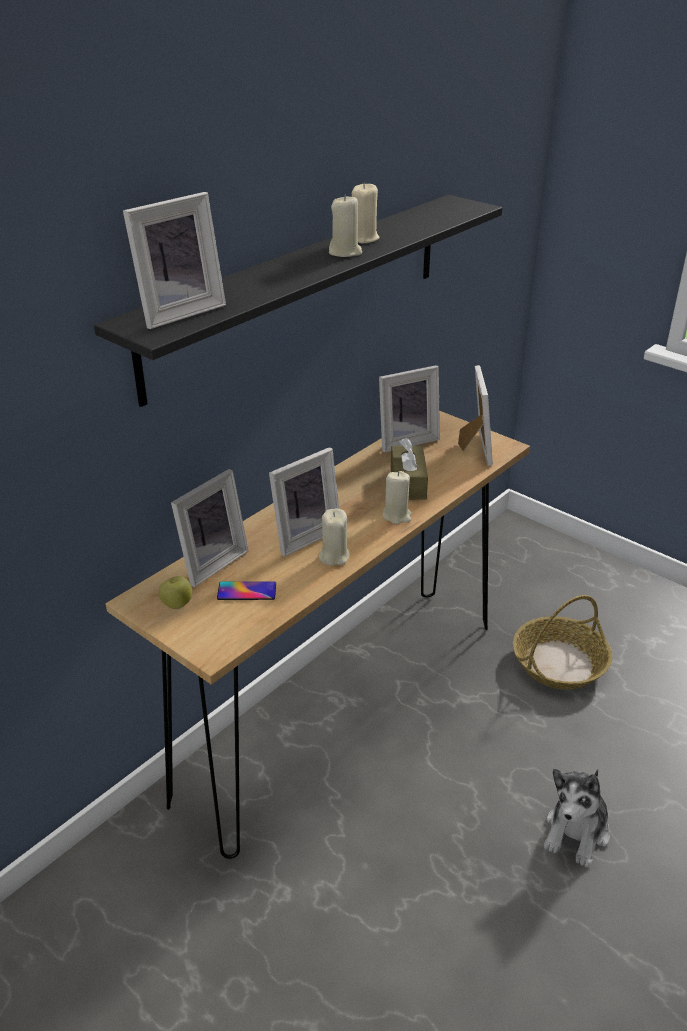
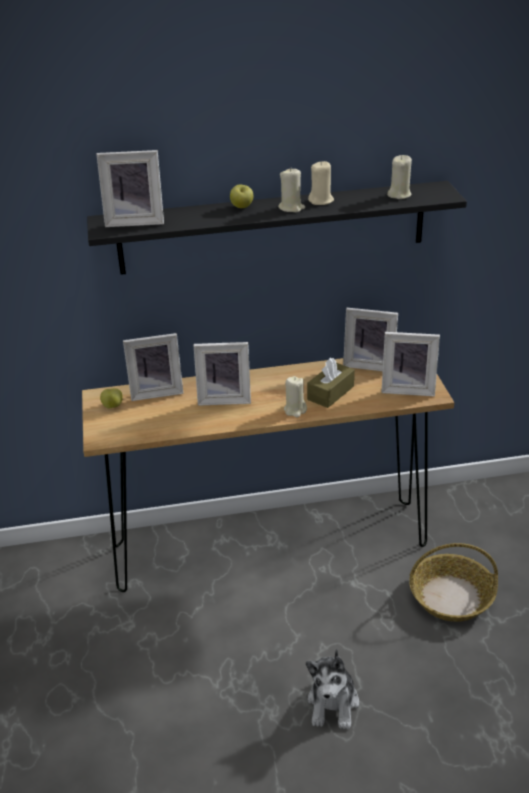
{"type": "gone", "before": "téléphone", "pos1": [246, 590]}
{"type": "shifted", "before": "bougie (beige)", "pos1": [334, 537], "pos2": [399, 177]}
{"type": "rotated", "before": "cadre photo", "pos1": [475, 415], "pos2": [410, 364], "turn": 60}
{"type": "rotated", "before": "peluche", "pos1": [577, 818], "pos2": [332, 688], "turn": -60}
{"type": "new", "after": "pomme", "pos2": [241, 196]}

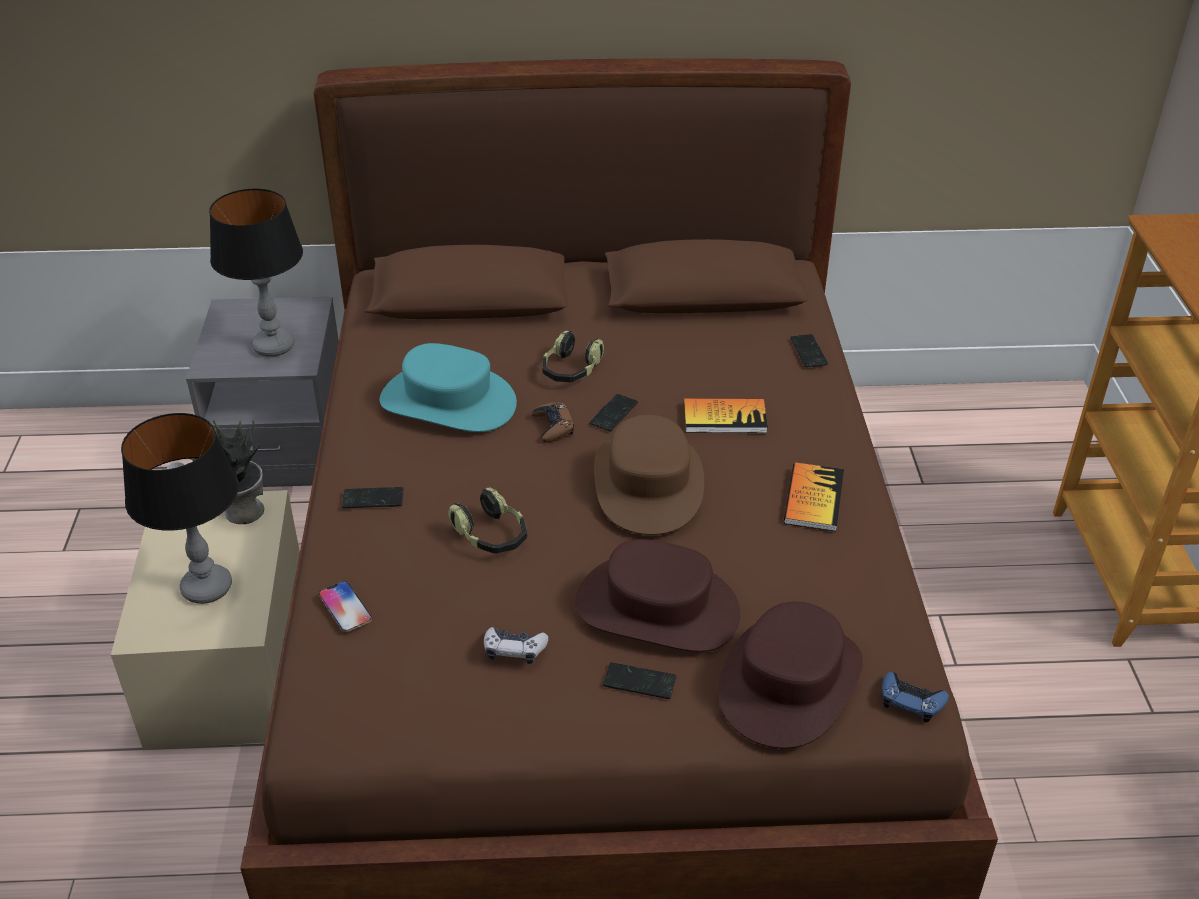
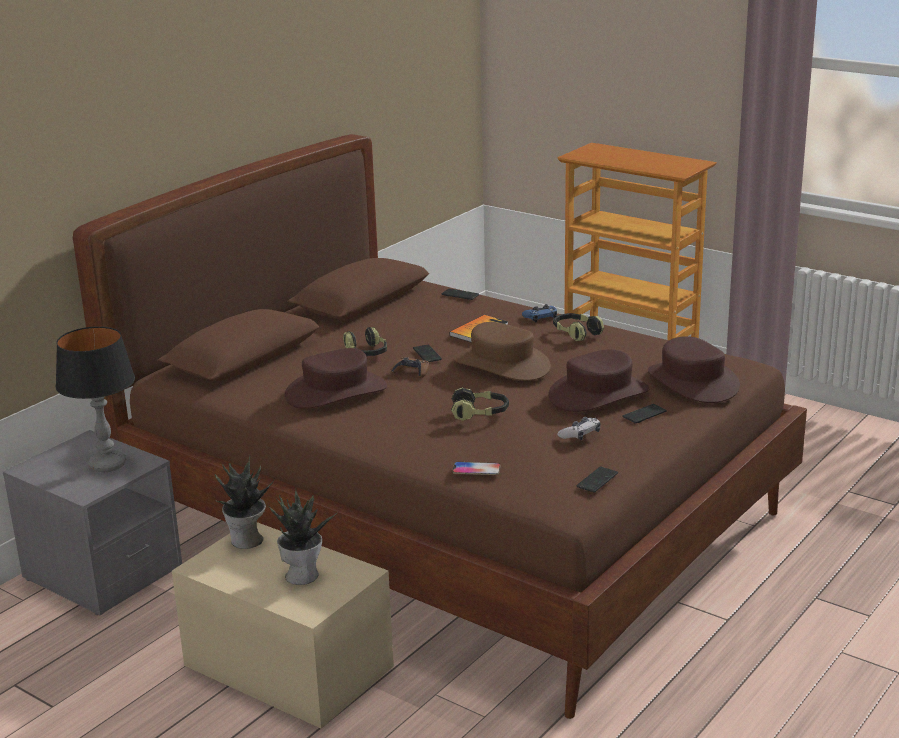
{"type": "swapped", "before": "lampe de table", "after": "plante en pot", "pos1": [180, 508], "pos2": [304, 537]}
{"type": "shifted", "before": "téléphone", "pos1": [373, 497], "pos2": [597, 479]}
{"type": "repainted", "before": "chapeau (turquoise)", "after": "chapeau (marron)", "pos1": [448, 387], "pos2": [336, 378]}
{"type": "swapped", "before": "livre", "after": "casque audio", "pos1": [814, 496], "pos2": [578, 327]}
{"type": "shifted", "before": "manette (bleu)", "pos1": [915, 697], "pos2": [539, 313]}

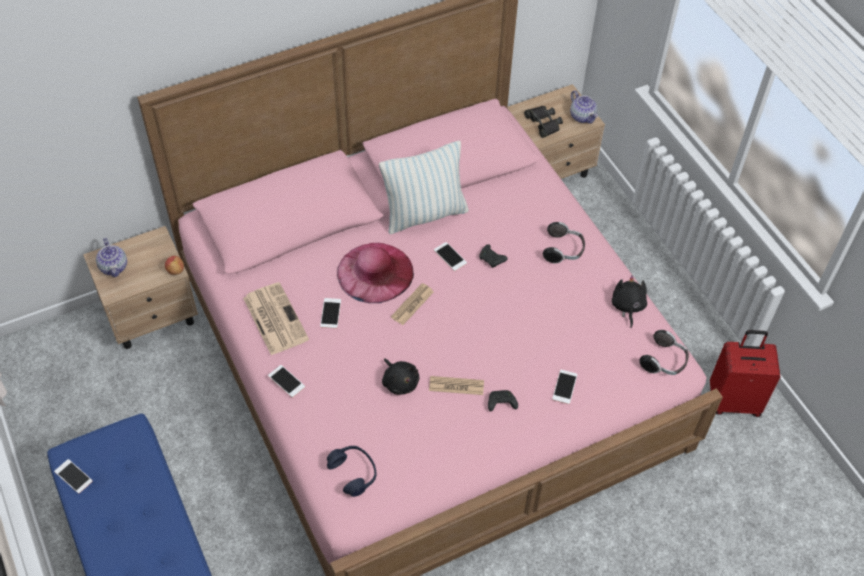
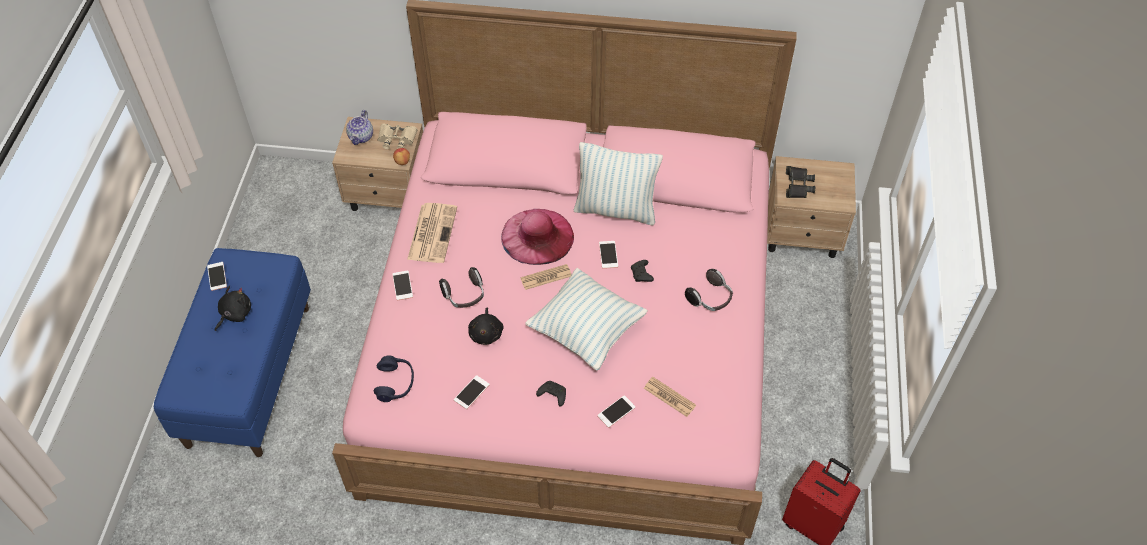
{"type": "shifted", "before": "téléphone", "pos1": [330, 313], "pos2": [472, 392]}
{"type": "shifted", "before": "journal", "pos1": [456, 385], "pos2": [670, 397]}
{"type": "gone", "before": "théière", "pos1": [584, 107]}
{"type": "shifted", "before": "peluche (noir)", "pos1": [629, 301], "pos2": [233, 308]}
{"type": "shifted", "before": "casque audio", "pos1": [664, 352], "pos2": [461, 287]}
{"type": "new", "after": "jumelles (beige)", "pos2": [398, 136]}
{"type": "new", "after": "coussin", "pos2": [586, 319]}

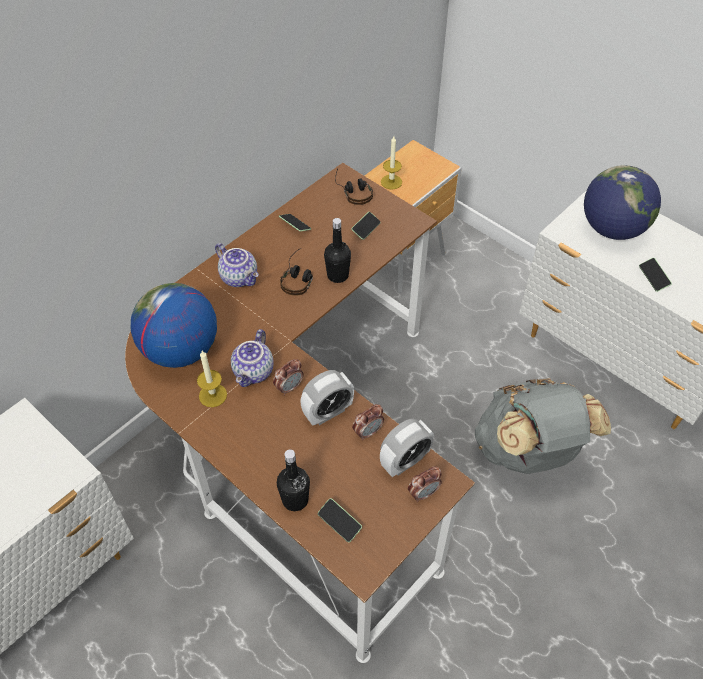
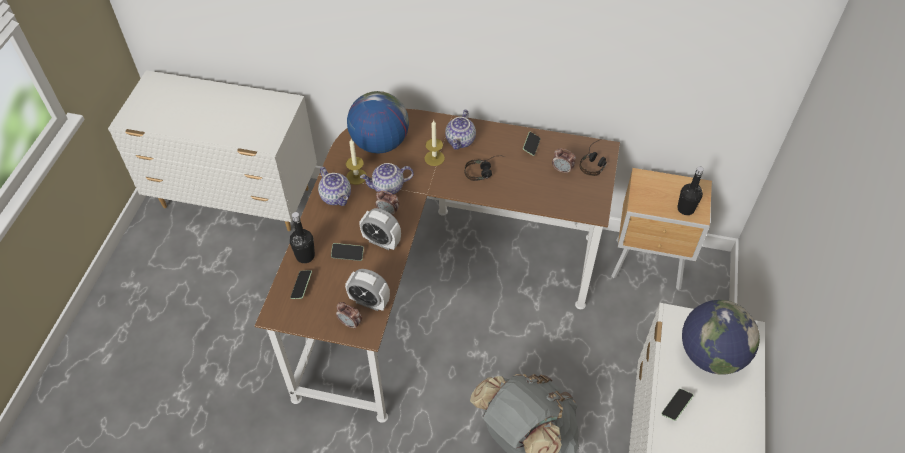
{"type": "shifted", "before": "bouteille (noir)", "pos1": [337, 250], "pos2": [690, 190]}
{"type": "shifted", "before": "téléphone", "pos1": [366, 226], "pos2": [347, 252]}
{"type": "shifted", "before": "réveil", "pos1": [368, 422], "pos2": [564, 161]}
{"type": "shifted", "before": "bougie", "pos1": [391, 162], "pos2": [434, 143]}
{"type": "new", "after": "théière", "pos2": [334, 186]}

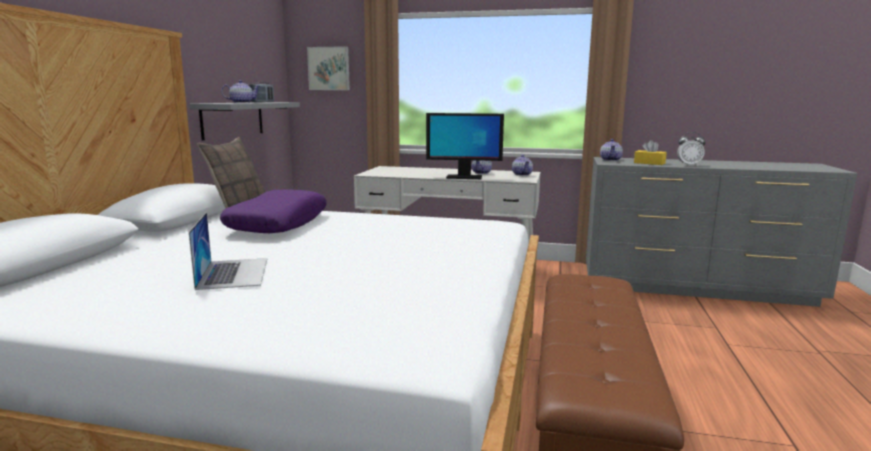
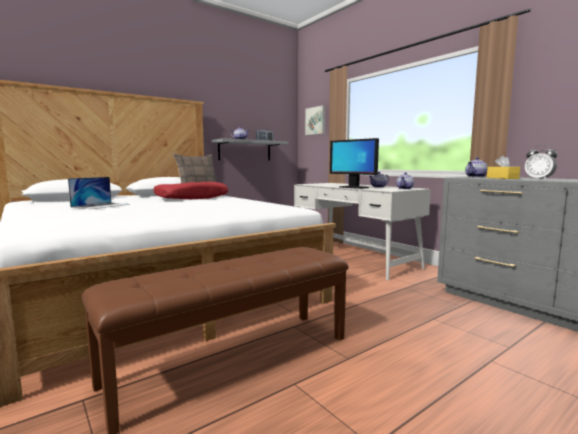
{"type": "repainted", "before": "coussin (violet)", "after": "coussin (rouge)", "pos1": [273, 211], "pos2": [190, 190]}

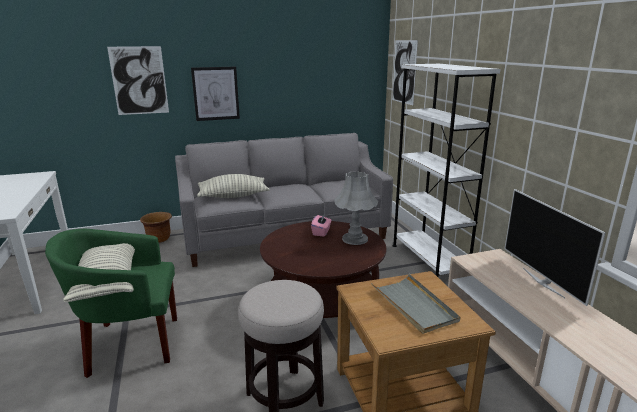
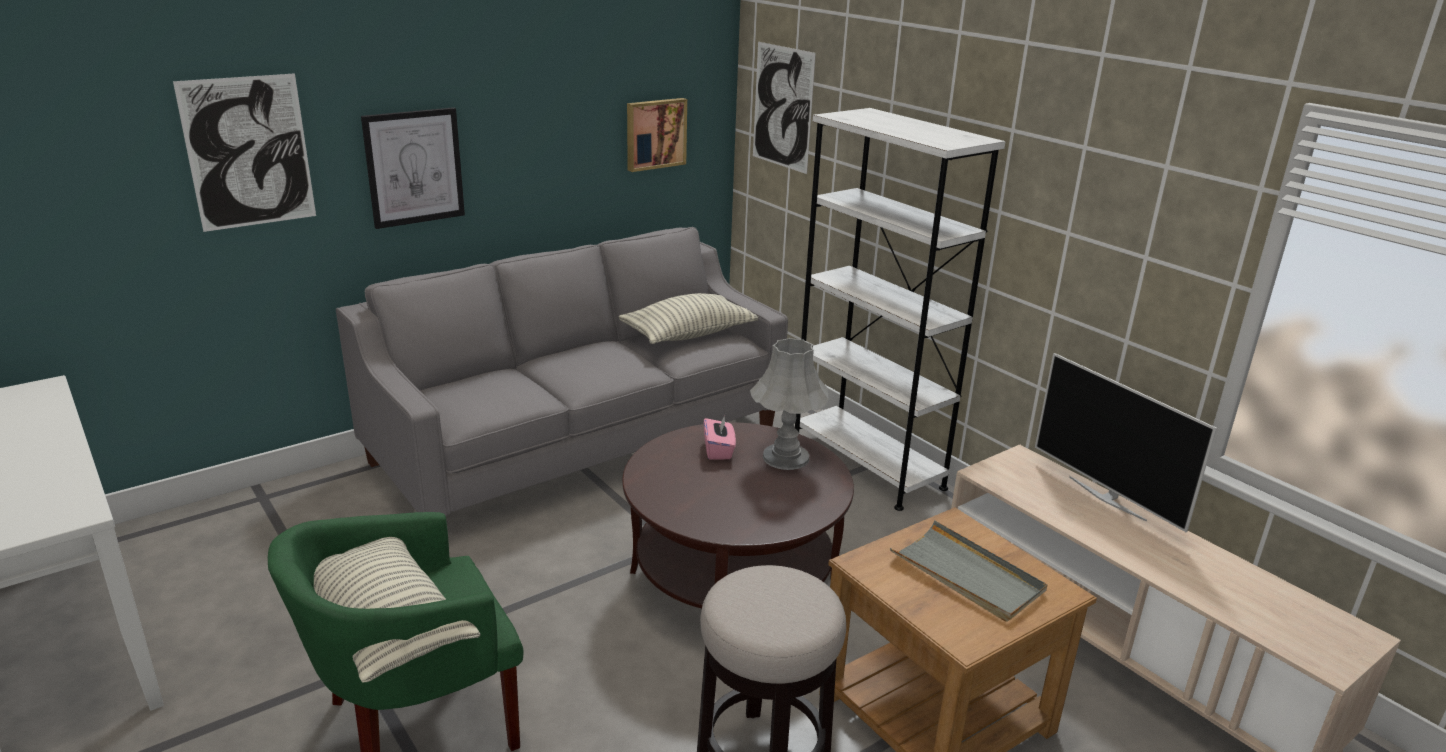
{"type": "gone", "before": "cache-pot (marron)", "pos1": [156, 227]}
{"type": "shifted", "before": "coussin", "pos1": [233, 186], "pos2": [688, 318]}
{"type": "new", "after": "tableau", "pos2": [657, 135]}

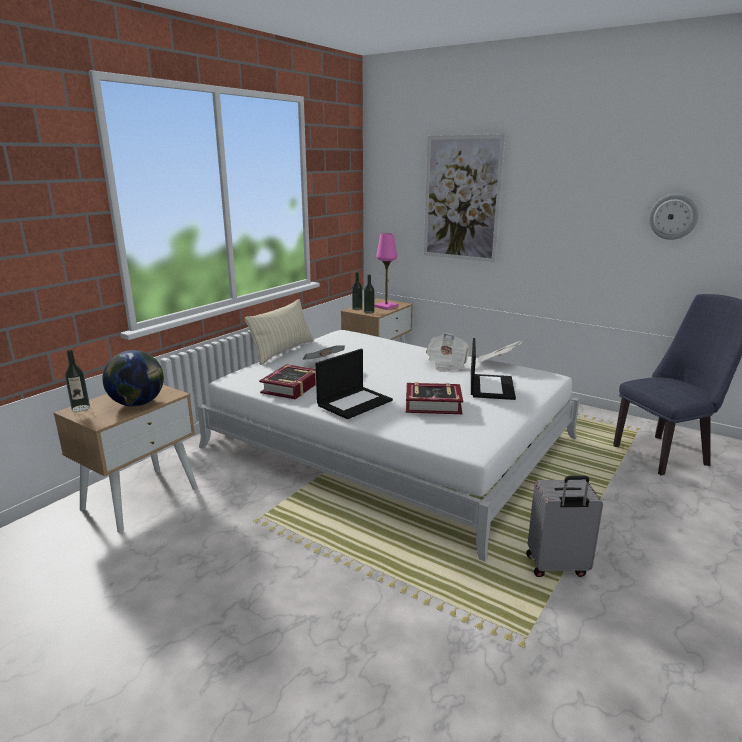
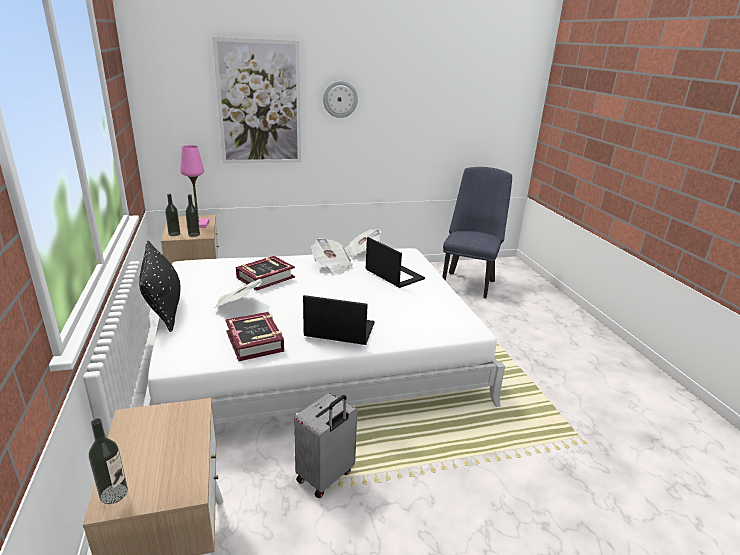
{"type": "gone", "before": "globe", "pos1": [133, 378]}
{"type": "repainted", "before": "coussin (beige)", "after": "coussin (noir)", "pos1": [279, 332], "pos2": [160, 286]}
{"type": "rotated", "before": "ordinateur portable", "pos1": [354, 384], "pos2": [339, 320], "turn": -75}
{"type": "shifted", "before": "livre", "pos1": [434, 398], "pos2": [265, 273]}
{"type": "shifted", "before": "valise (gris)", "pos1": [564, 526], "pos2": [325, 446]}
{"type": "shifted", "before": "horloge murale", "pos1": [674, 217], "pos2": [340, 99]}

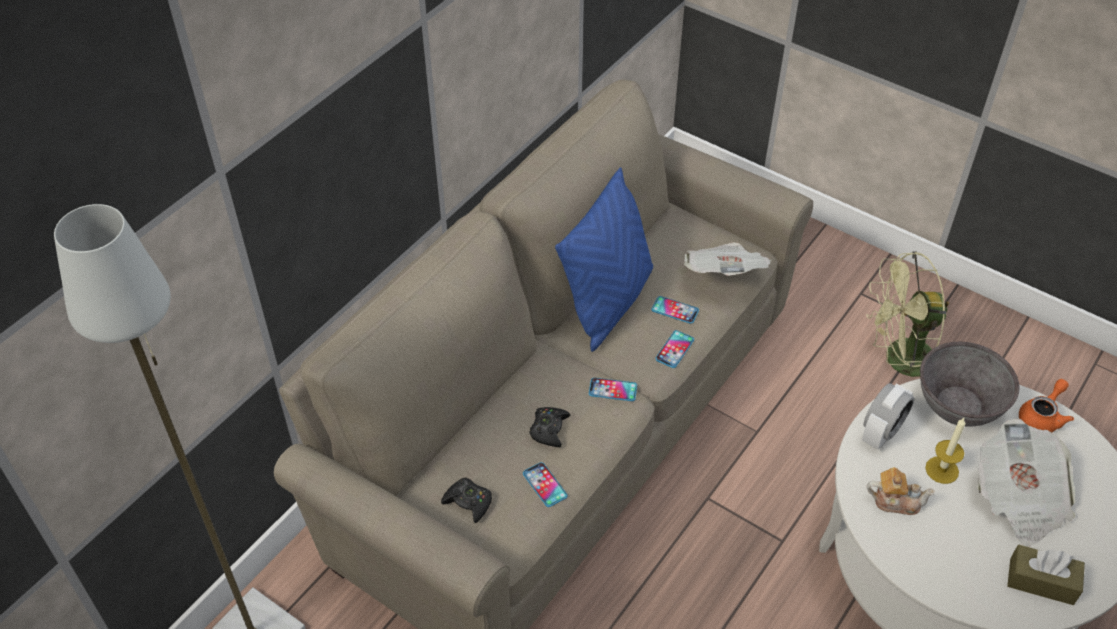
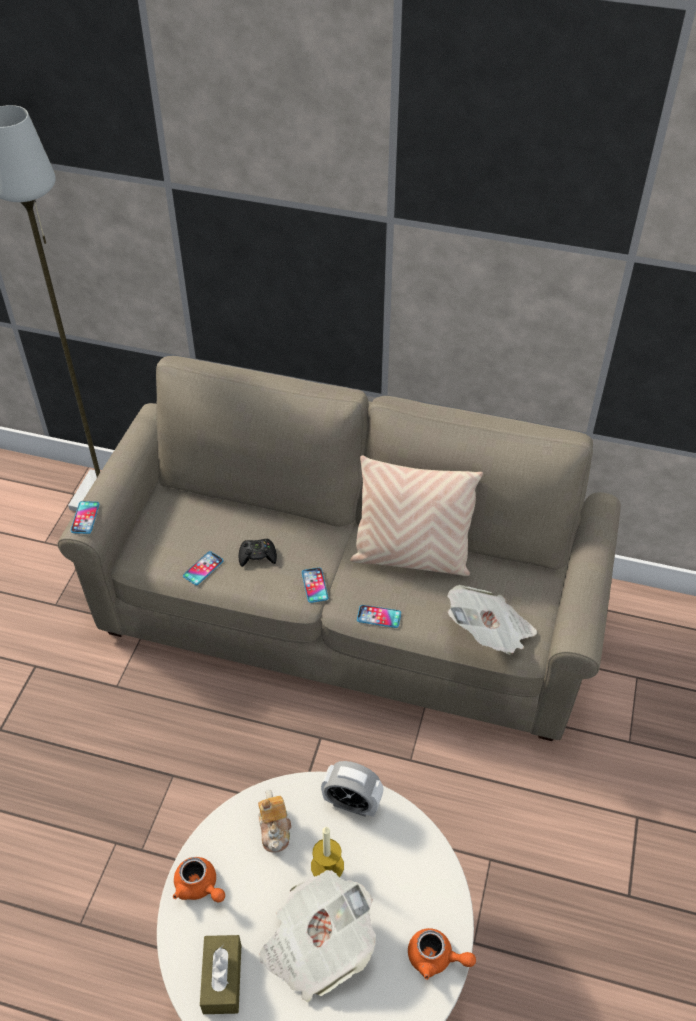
{"type": "gone", "before": "manette (noir)", "pos1": [466, 500]}
{"type": "repainted", "before": "coussin (bleu)", "after": "coussin (beige)", "pos1": [604, 260], "pos2": [416, 515]}
{"type": "shifted", "before": "téléphone", "pos1": [675, 310], "pos2": [85, 517]}
{"type": "gone", "before": "ventilateur (vert)", "pos1": [907, 314]}
{"type": "gone", "before": "bol (gris)", "pos1": [969, 384]}
{"type": "new", "after": "théière (orange)", "pos2": [199, 879]}

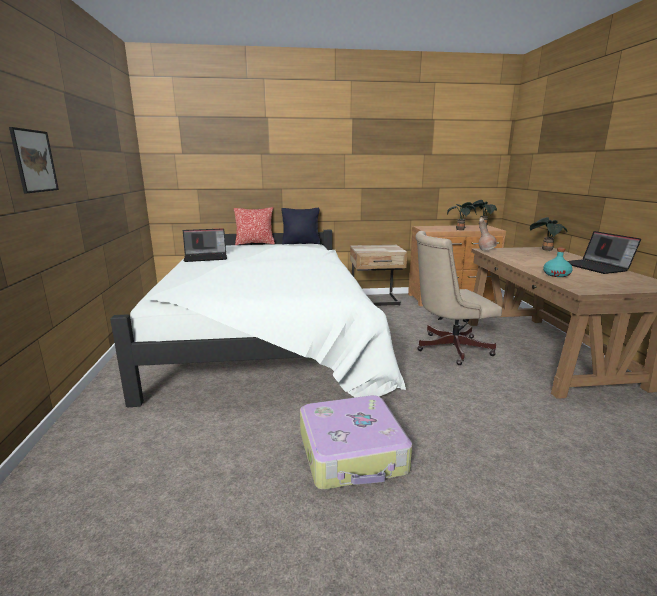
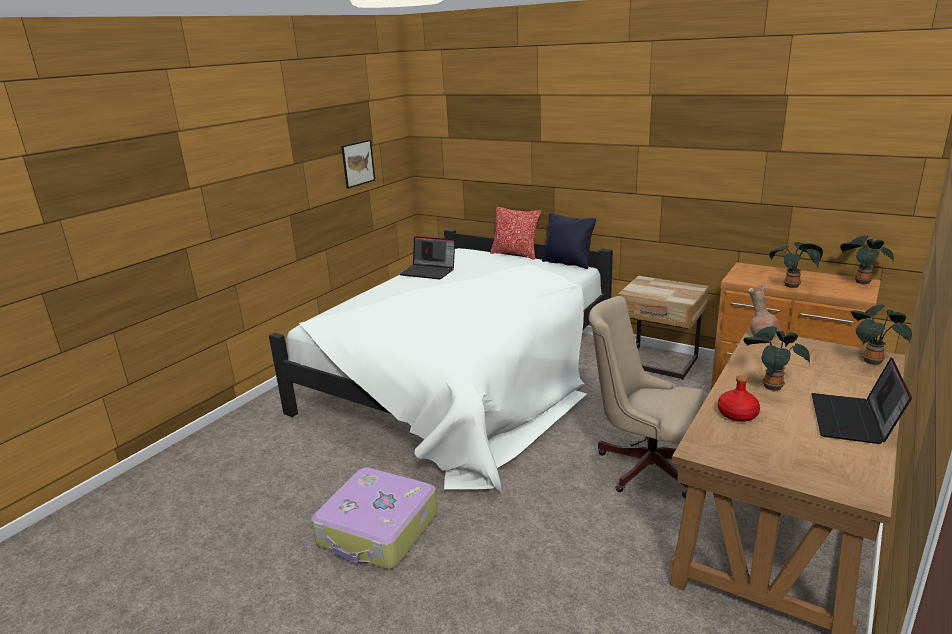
{"type": "shifted", "before": "tableau", "pos1": [34, 160], "pos2": [358, 164]}
{"type": "repainted", "before": "bouteille (turquoise)", "after": "bouteille (rouge)", "pos1": [558, 262], "pos2": [739, 398]}
{"type": "new", "after": "plante en pot", "pos2": [777, 359]}

